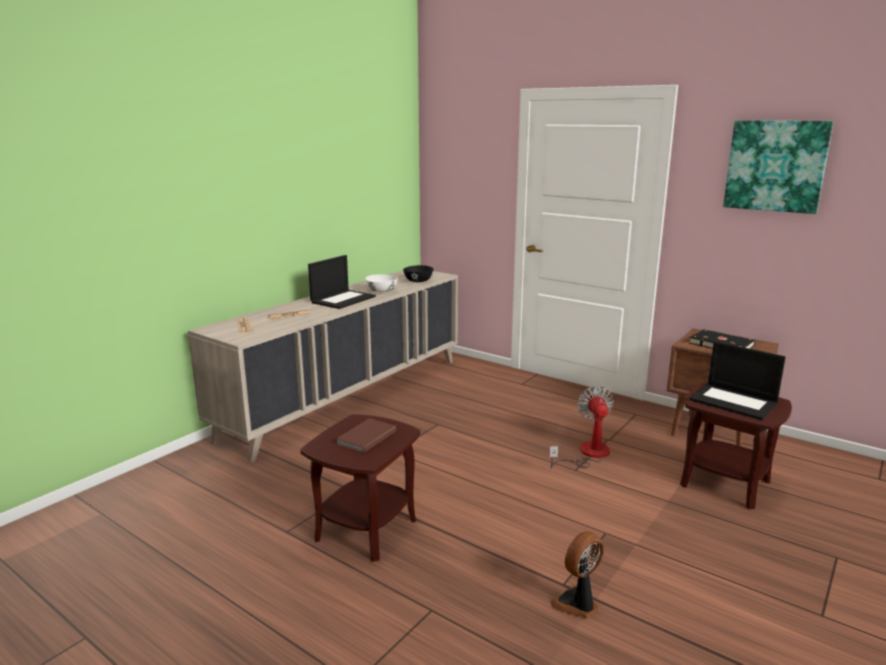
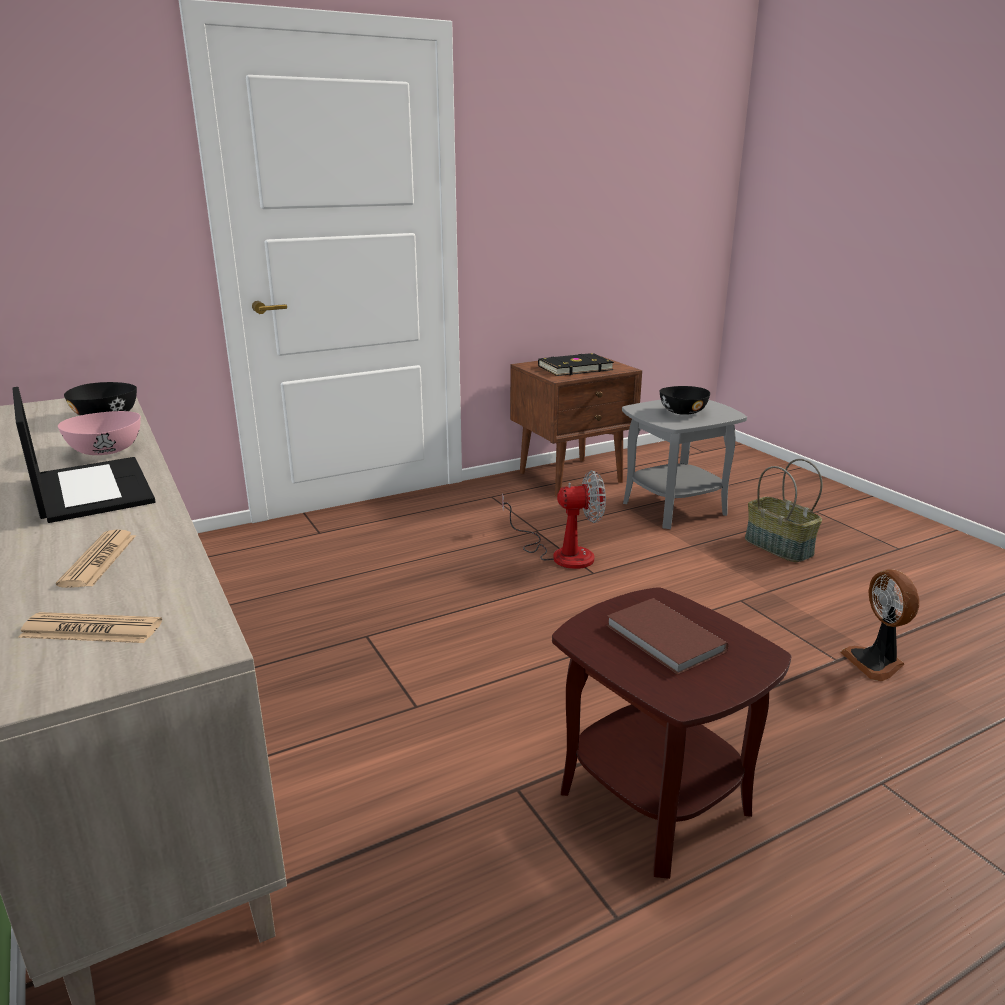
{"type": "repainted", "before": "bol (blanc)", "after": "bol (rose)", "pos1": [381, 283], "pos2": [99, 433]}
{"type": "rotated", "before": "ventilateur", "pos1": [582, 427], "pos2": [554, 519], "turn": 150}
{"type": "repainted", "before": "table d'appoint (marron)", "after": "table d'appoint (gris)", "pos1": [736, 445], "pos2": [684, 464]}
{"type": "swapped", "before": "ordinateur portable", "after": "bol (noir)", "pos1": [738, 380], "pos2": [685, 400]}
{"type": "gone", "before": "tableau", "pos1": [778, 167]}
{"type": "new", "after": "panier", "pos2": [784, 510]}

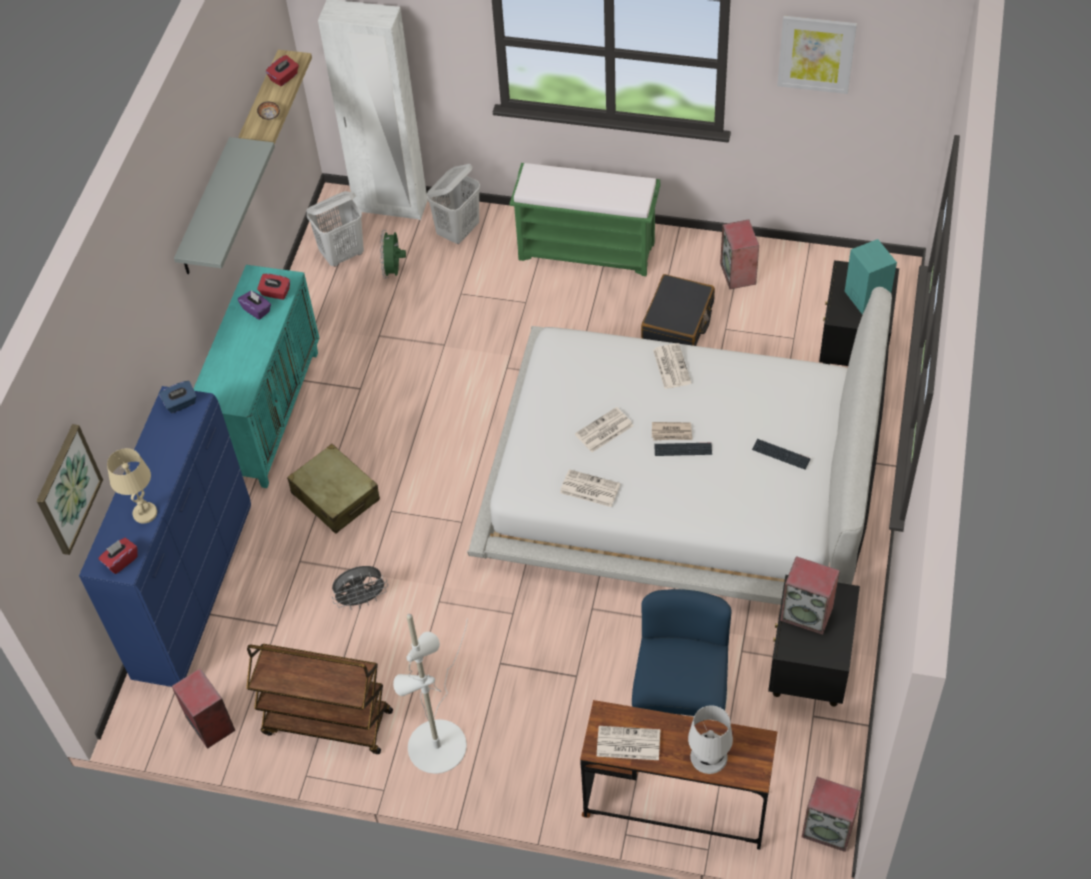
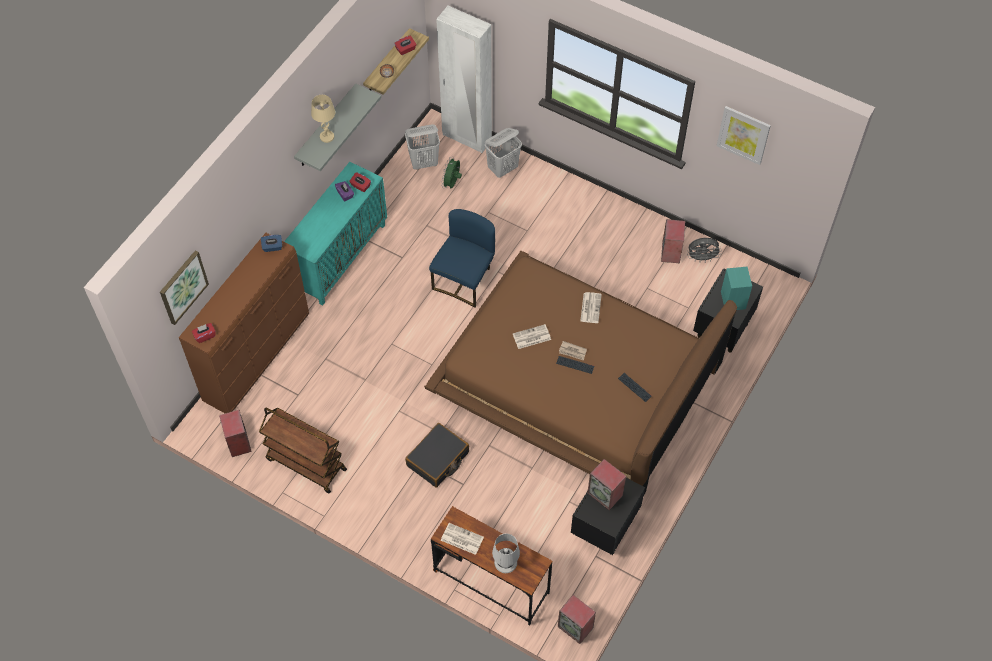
{"type": "repainted", "before": "commode (bleu)", "after": "commode (marron)", "pos1": [165, 536], "pos2": [244, 323]}
{"type": "shifted", "before": "lampe de table (beige)", "pos1": [132, 486], "pos2": [323, 119]}
{"type": "gone", "before": "valise (beige)", "pos1": [333, 489]}
{"type": "shifted", "before": "ventilateur (gris)", "pos1": [360, 588], "pos2": [704, 250]}
{"type": "gone", "before": "lampadaire (blanc)", "pos1": [430, 694]}
{"type": "repainted", "before": "lit (blanc)", "after": "lit (marron)", "pos1": [679, 446], "pos2": [580, 373]}
{"type": "gone", "before": "banc (vert)", "pos1": [585, 219]}
{"type": "gone", "before": "journal", "pos1": [590, 488]}
{"type": "shifted", "before": "chaise (bleu)", "pos1": [682, 652], "pos2": [462, 258]}
{"type": "shifted", "before": "valise (noir)", "pos1": [678, 310], "pos2": [437, 455]}

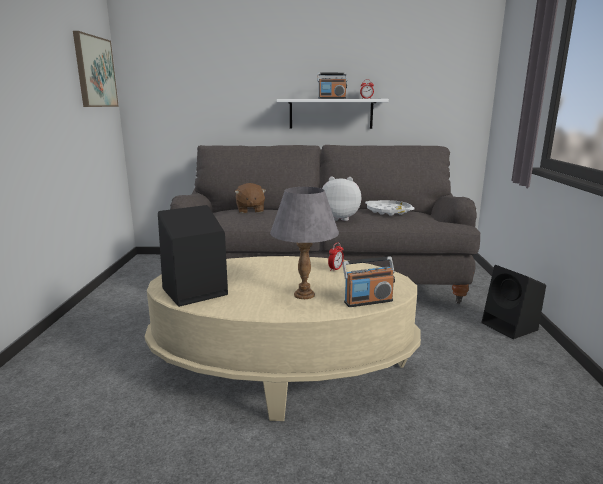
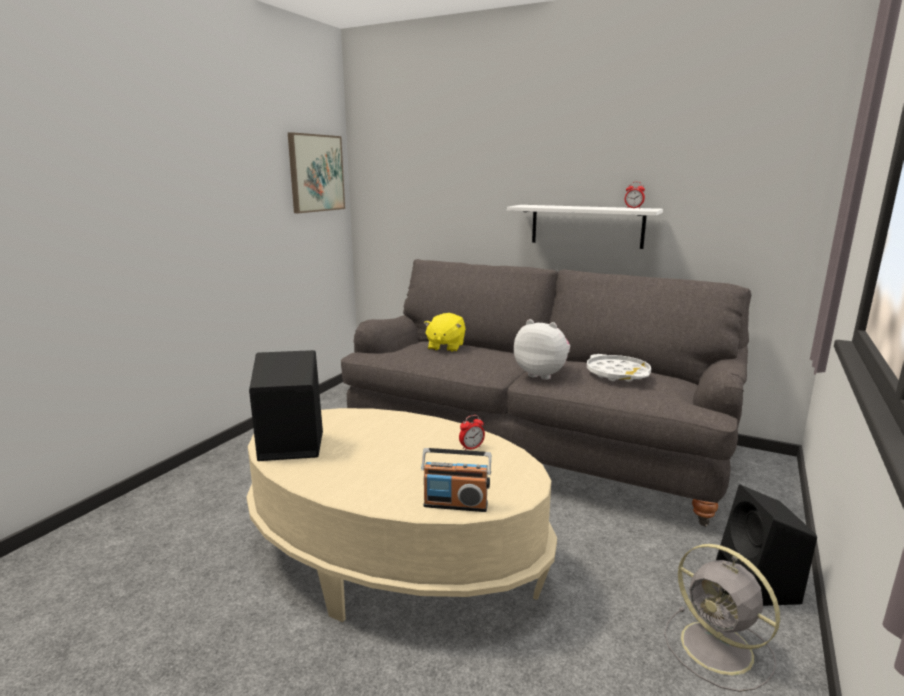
{"type": "repainted", "before": "peluche (marron)", "after": "peluche (jaune)", "pos1": [250, 198], "pos2": [445, 332]}
{"type": "gone", "before": "lampe de table (gris)", "pos1": [304, 243]}
{"type": "gone", "before": "radio", "pos1": [332, 86]}
{"type": "new", "after": "ventilateur (gris)", "pos2": [722, 618]}

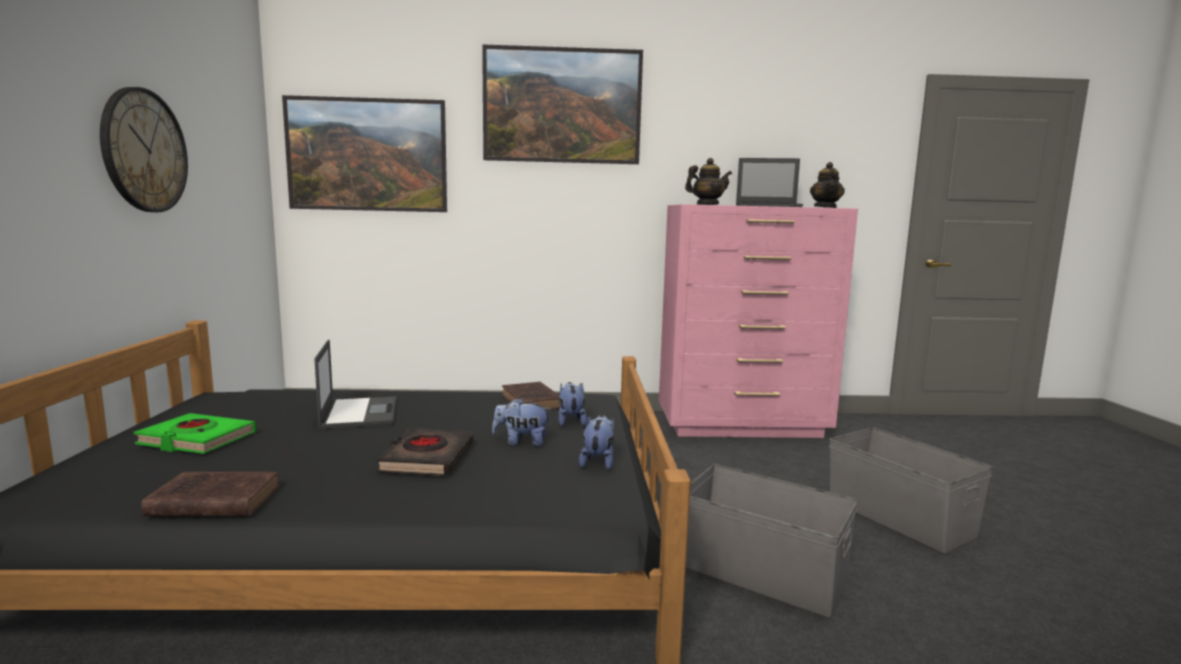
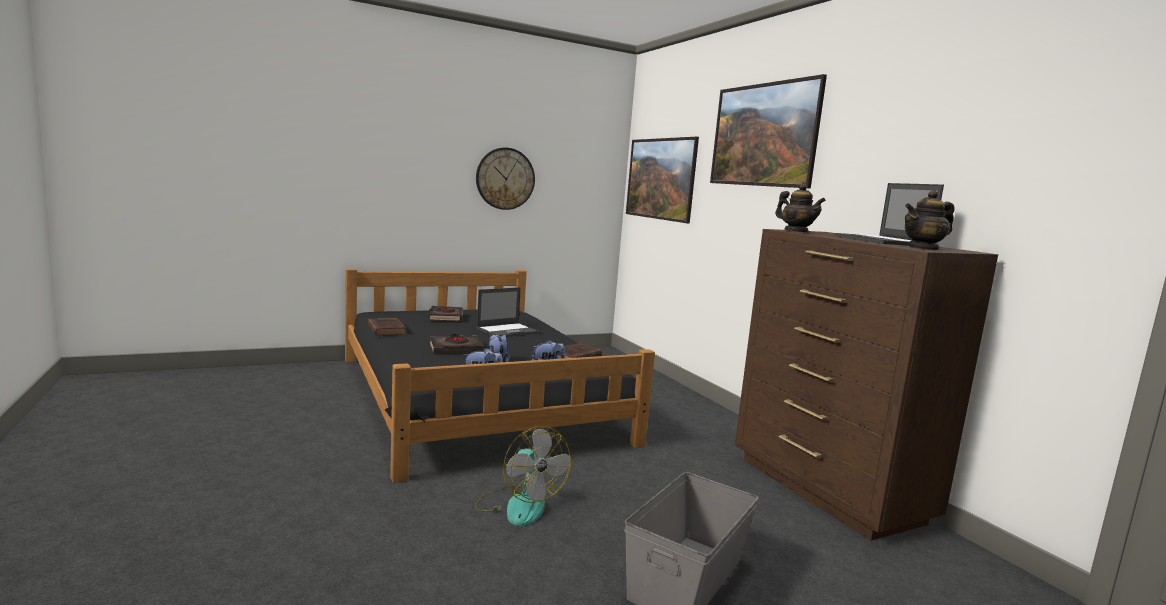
{"type": "repainted", "before": "livre (vert)", "after": "livre (noir)", "pos1": [195, 433], "pos2": [446, 313]}
{"type": "repainted", "before": "commode (rose)", "after": "commode (marron)", "pos1": [758, 321], "pos2": [866, 385]}
{"type": "swapped", "before": "boîte de rangement (gris)", "after": "ventilateur", "pos1": [772, 540], "pos2": [523, 476]}

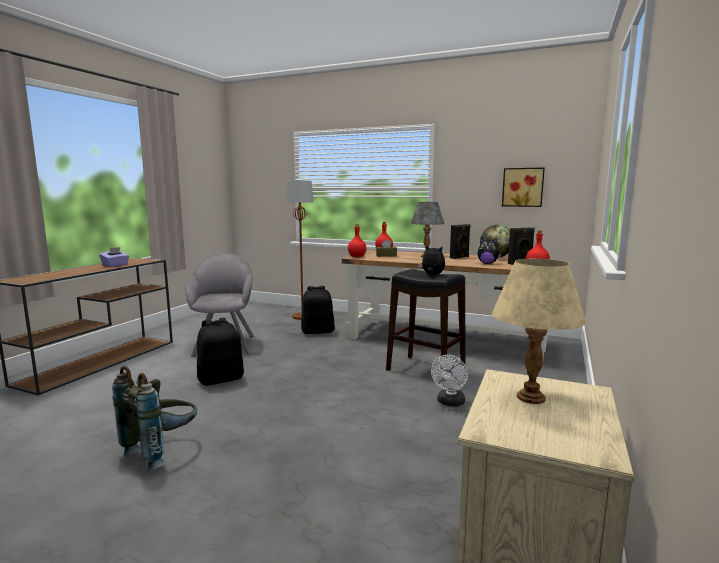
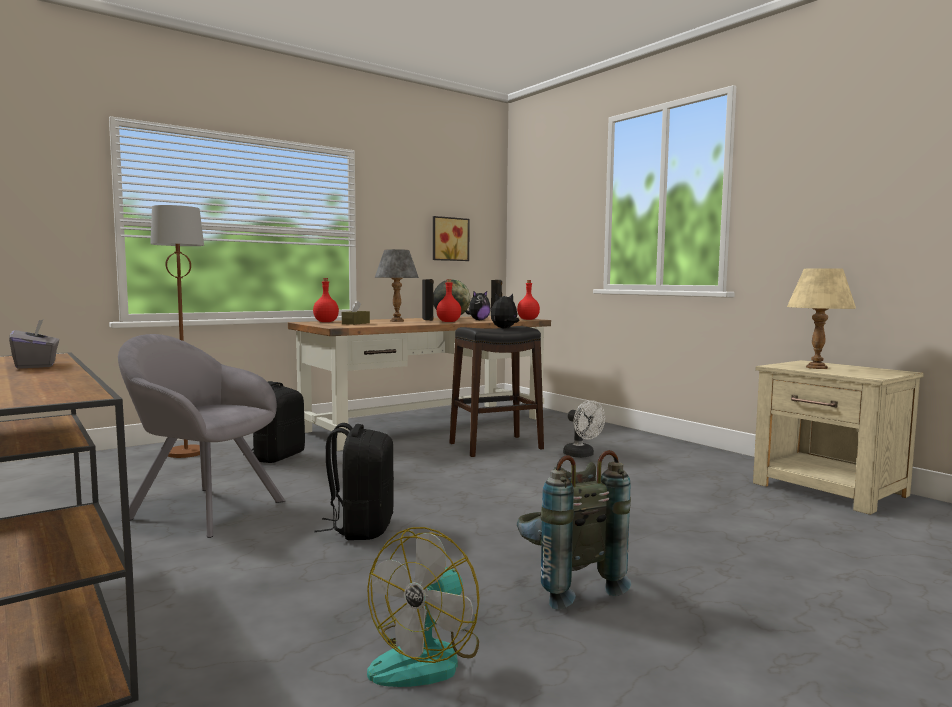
{"type": "repainted", "before": "boîte à mouchoirs (violet)", "after": "boîte à mouchoirs (gris)", "pos1": [114, 257], "pos2": [34, 344]}
{"type": "shifted", "before": "bouteille (rouge)", "pos1": [357, 240], "pos2": [448, 300]}
{"type": "new", "after": "ventilateur", "pos2": [423, 607]}

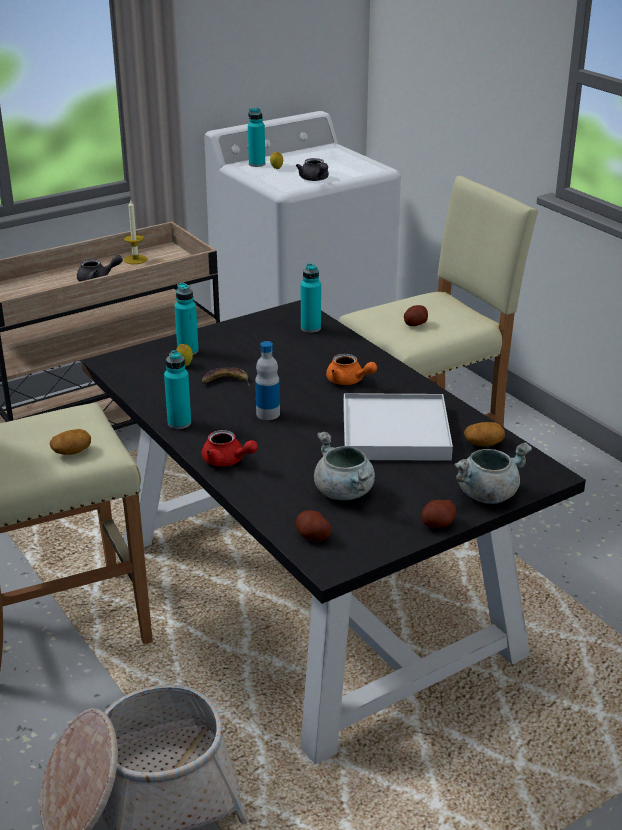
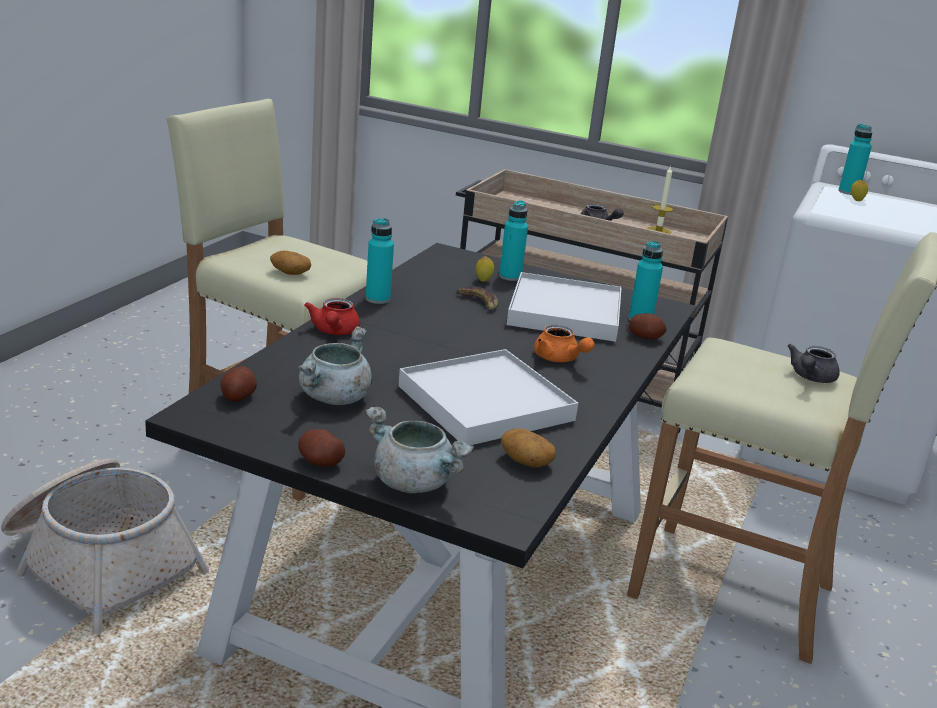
{"type": "gone", "before": "bouteille", "pos1": [267, 380]}
{"type": "shifted", "before": "théière (gris)", "pos1": [312, 169], "pos2": [813, 363]}
{"type": "rotated", "before": "théière (orange)", "pos1": [351, 369], "pos2": [564, 343], "turn": -45}
{"type": "shifted", "before": "pomme de terre", "pos1": [416, 315], "pos2": [647, 326]}
{"type": "new", "after": "plateau (blanc)", "pos2": [564, 307]}

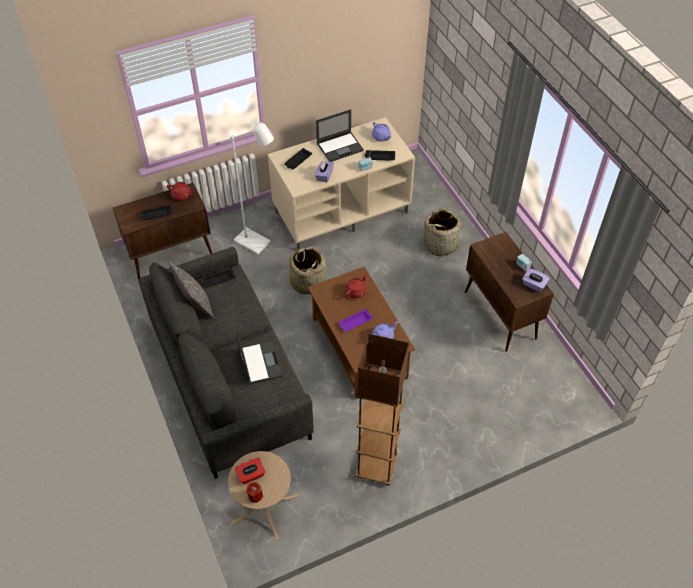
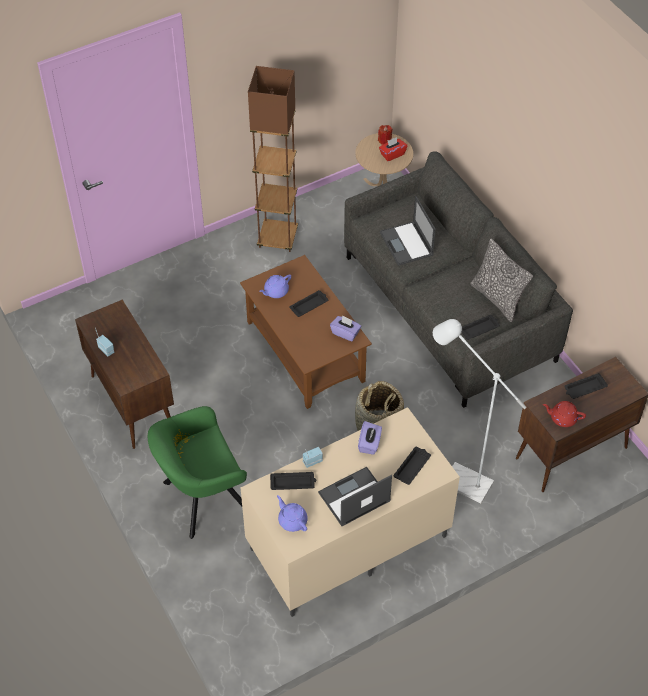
{"type": "repainted", "before": "plateau (violet)", "after": "plateau (noir)", "pos1": [356, 320], "pos2": [308, 303]}
{"type": "gone", "before": "théière (rouge)", "pos1": [356, 286]}
{"type": "swapped", "before": "panier", "after": "fauteuil (vert)", "pos1": [443, 232], "pos2": [197, 472]}
{"type": "shifted", "before": "boîte à mouchoirs (violet)", "pos1": [536, 280], "pos2": [345, 328]}

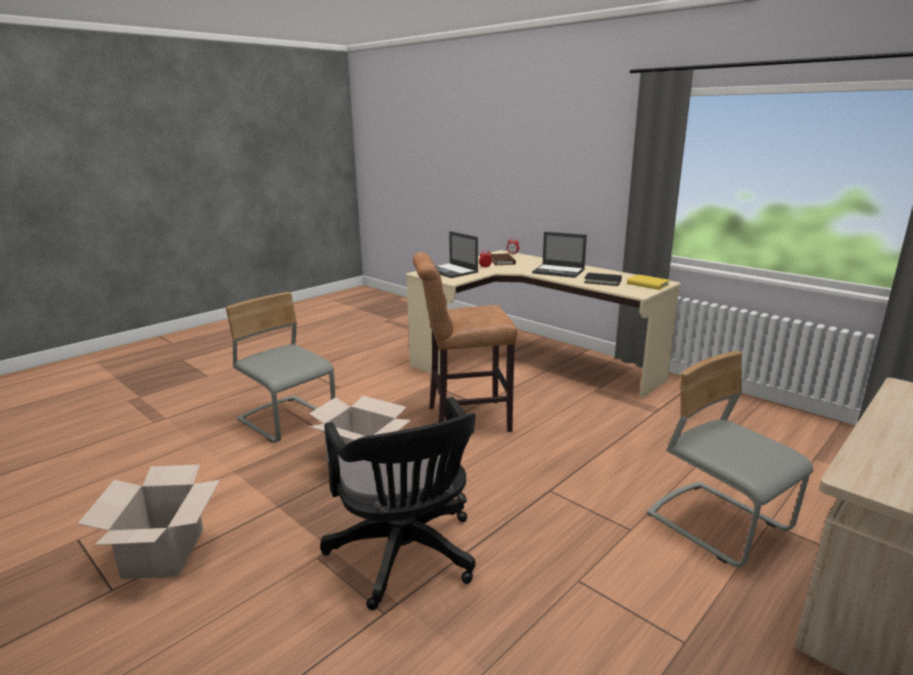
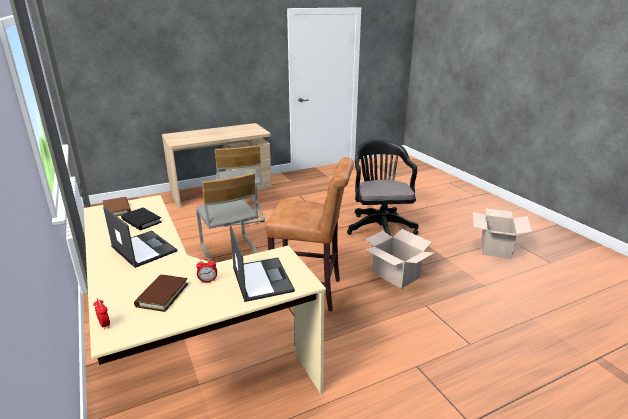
{"type": "shifted", "before": "chaise (gris)", "pos1": [280, 367], "pos2": [227, 217]}
{"type": "repainted", "before": "livre (jaune)", "after": "livre (marron)", "pos1": [648, 282], "pos2": [117, 206]}

